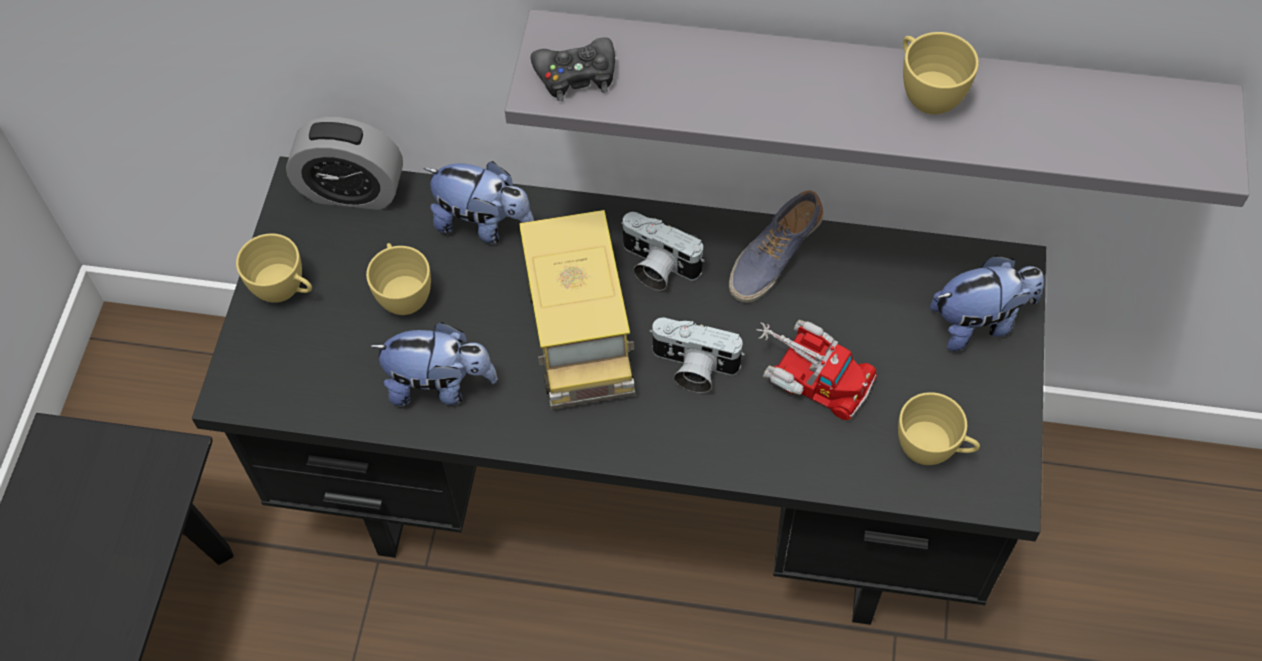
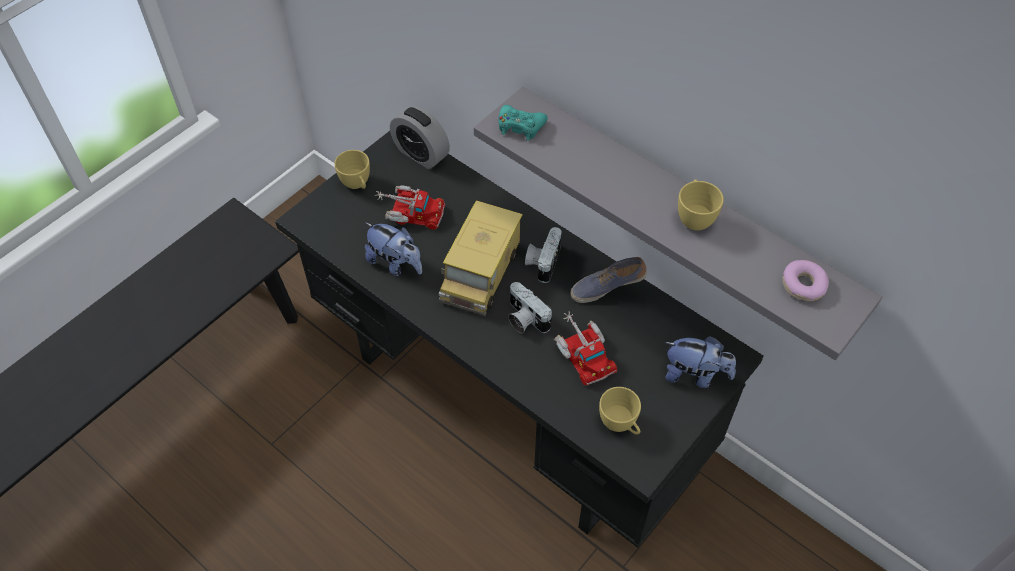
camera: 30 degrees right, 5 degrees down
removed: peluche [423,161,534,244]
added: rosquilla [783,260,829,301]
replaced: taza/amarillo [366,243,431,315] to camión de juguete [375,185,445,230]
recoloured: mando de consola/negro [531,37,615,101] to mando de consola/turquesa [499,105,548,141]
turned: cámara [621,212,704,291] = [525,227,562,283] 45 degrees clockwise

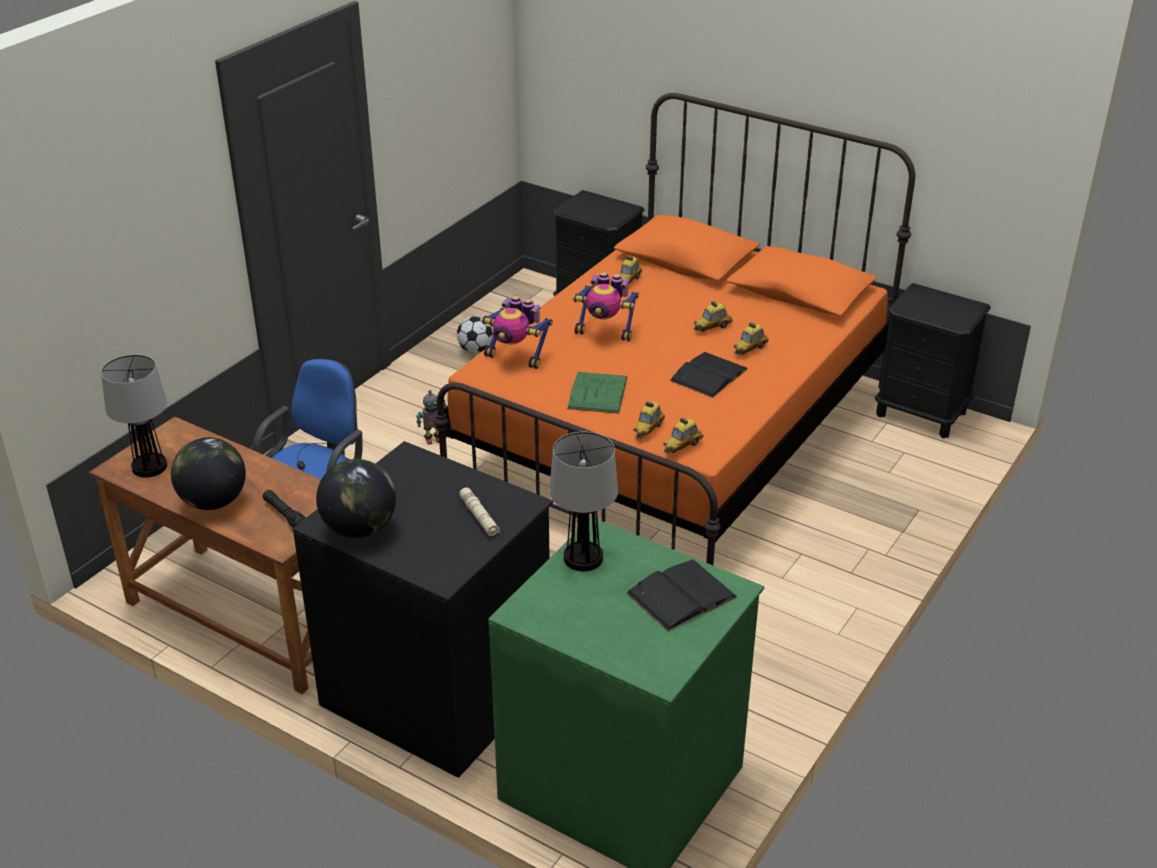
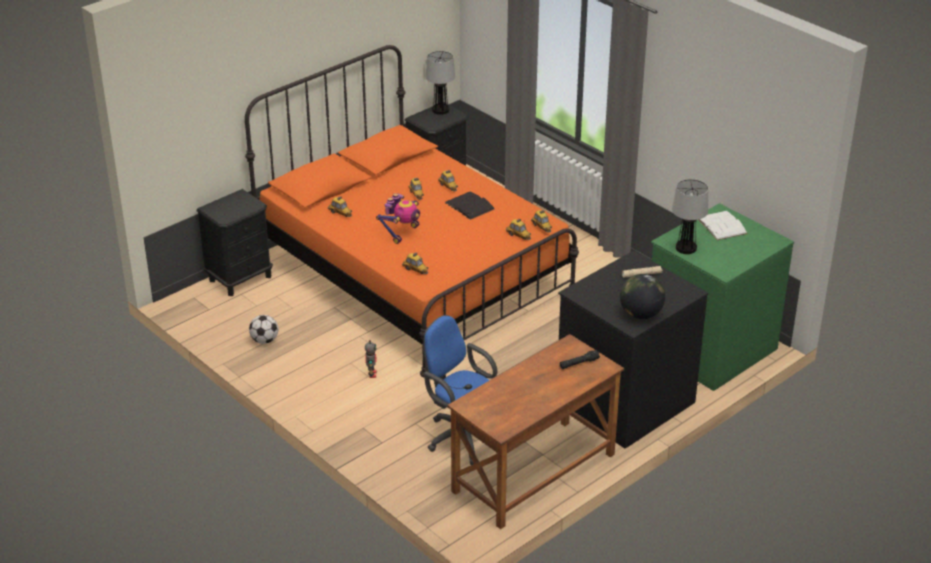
camera: 75 degrees left, 0 degrees up
removed: globo terráqueo [171,437,246,510]; libro/verde [567,372,628,414]
moved: lámpara de mesa [101,355,167,478] to [426,51,455,115]
replaced: robot de juguete [482,296,553,369] to coche de juguete [402,253,428,274]
recoloured: libro/negro [626,560,737,631] to libro/blanco [698,211,748,240]

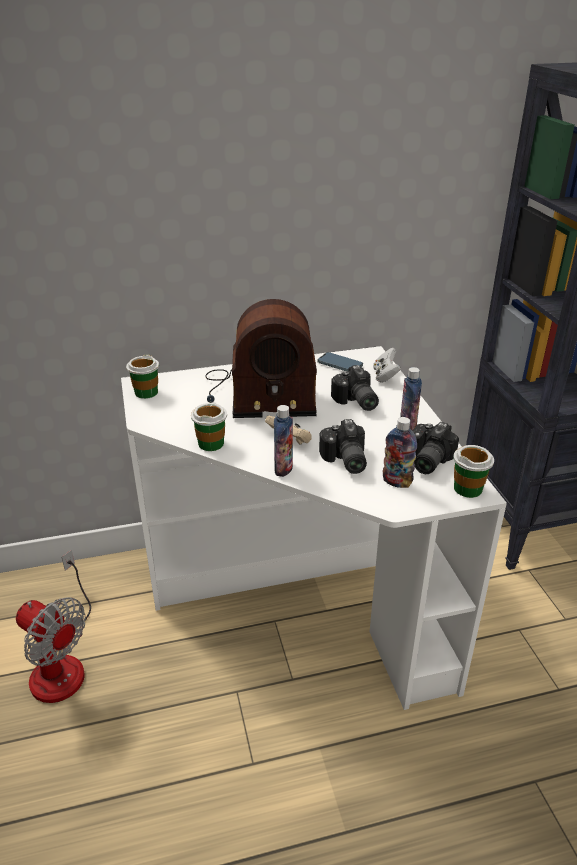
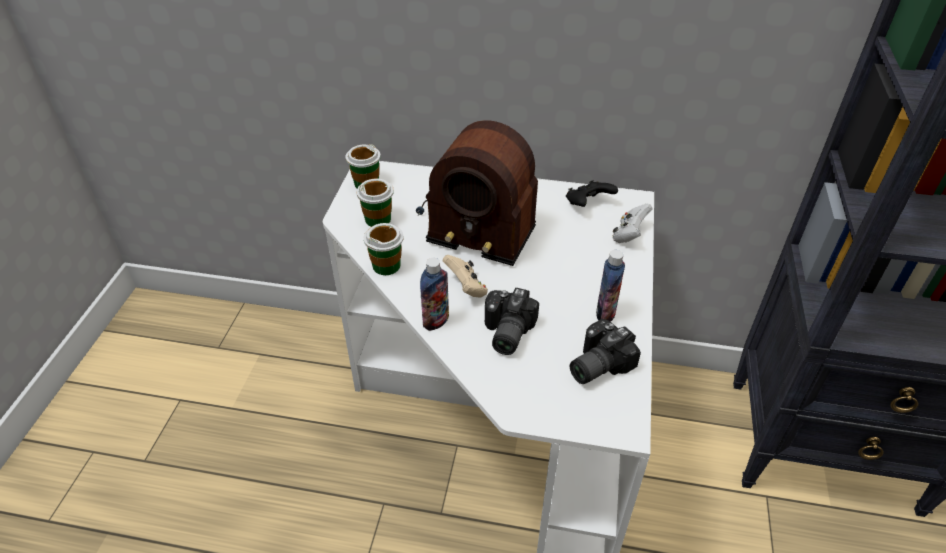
camera: 25 degrees right, 10 degrees up
removed: ventilador [16,550,91,703]; cámara [331,365,379,411]; botella [383,417,417,488]
moved: taza [453,445,494,498] to [356,179,394,227]
replaced: móvil [317,352,363,371] to mando de consola/negro [566,180,618,207]

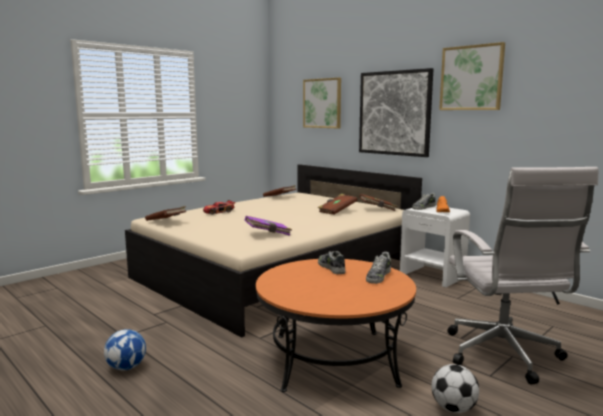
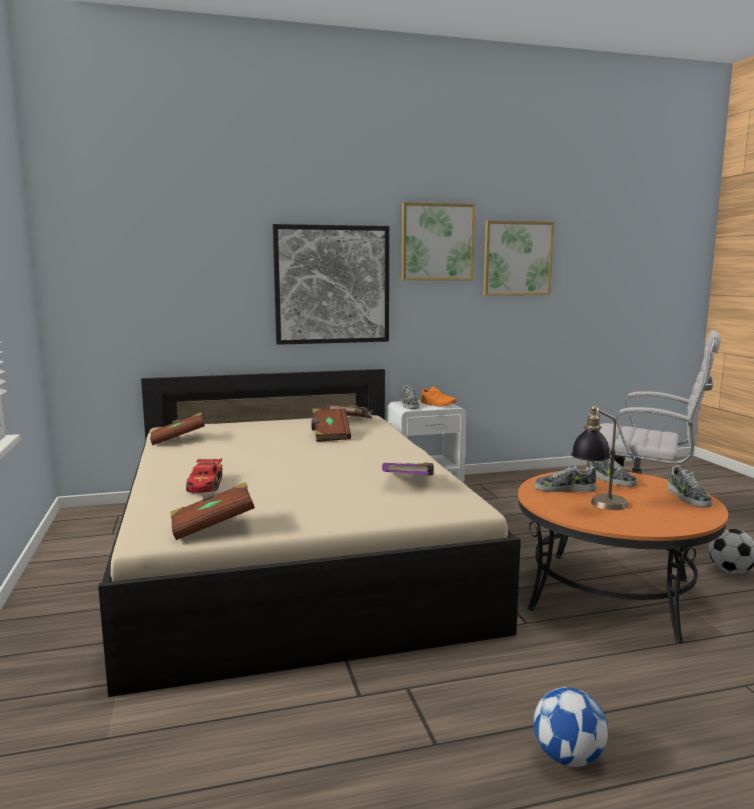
camera: 60 degrees left, 0 degrees up
added: lámpara de mesa [571,406,628,510]; zapato [667,465,713,507]
moved: cuadro [303,78,341,128] to [483,220,554,296]

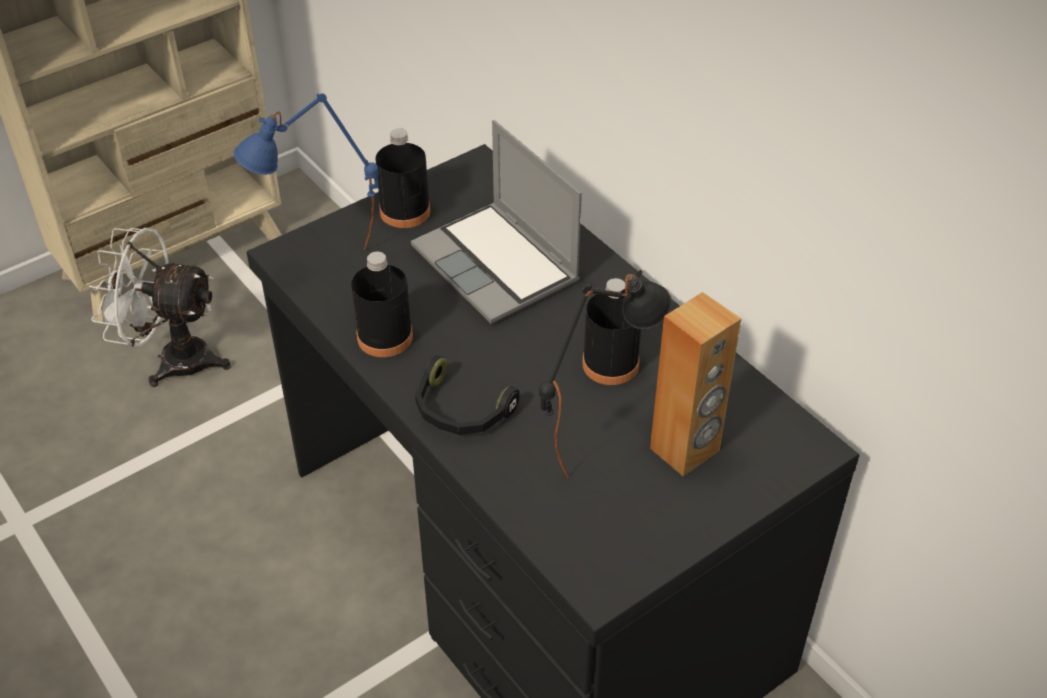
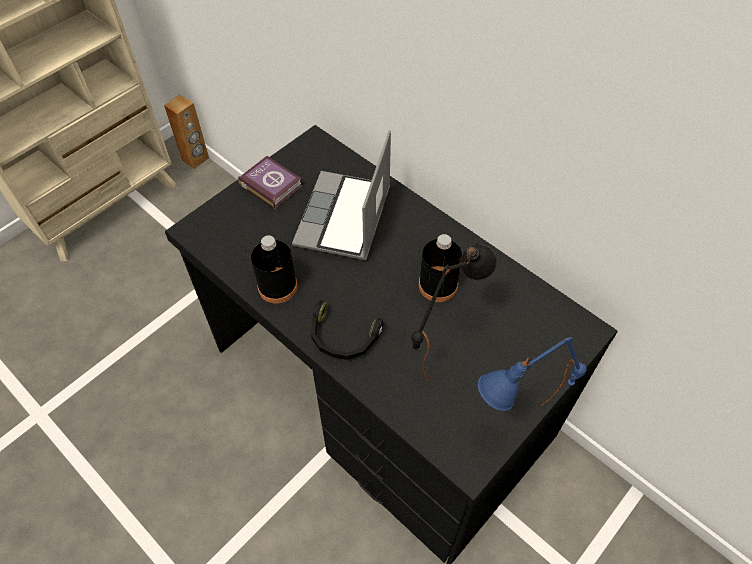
camera: 10 degrees left, 10 degrees up
removed: ventilador/blanco [89,228,231,387]
moved: lámpara de mesa/azul [233,93,379,250] to [478,337,587,411]; altavoz/marrón [650,292,741,476] to [164,95,209,169]
replaced: botella/negro [375,128,430,228] to libro [238,156,303,209]
turned: portátil [411,120,582,324] = [292,130,391,260] 60 degrees clockwise

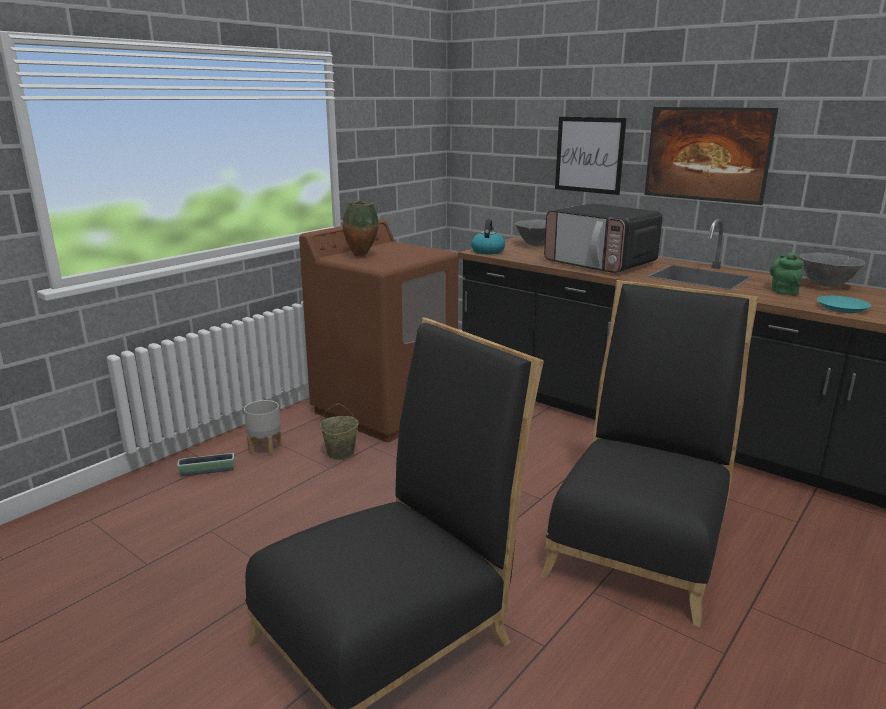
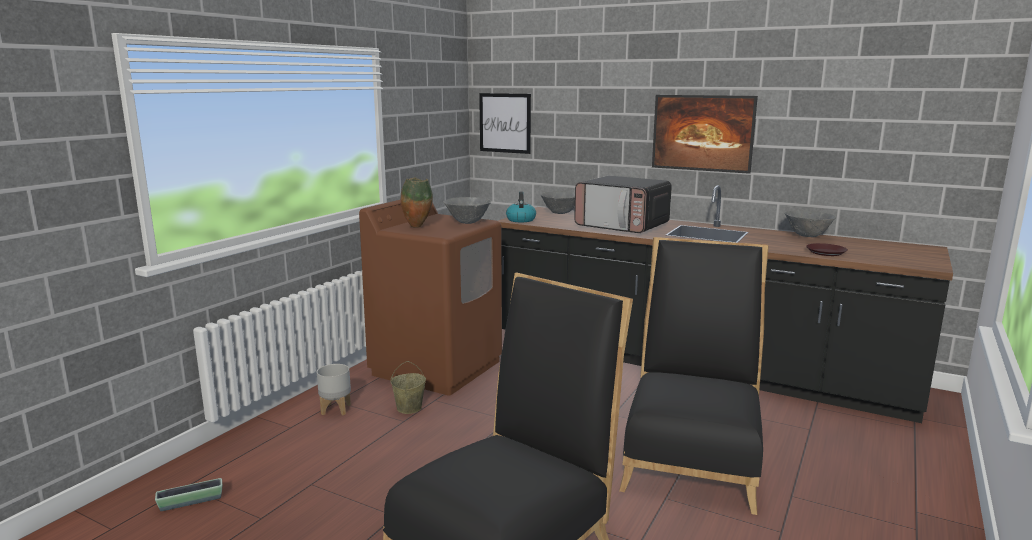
camera: 10 degrees left, 5 degrees down
removed: tetera/verde [770,252,804,295]
added: cuenco/gris [444,197,491,224]
moved: maceta [177,453,234,476] to [155,478,222,511]; cuadro [555,117,627,195] to [479,93,531,154]
recoloured: plato/turquesa [817,296,871,313] to plato/marrón [806,243,848,256]

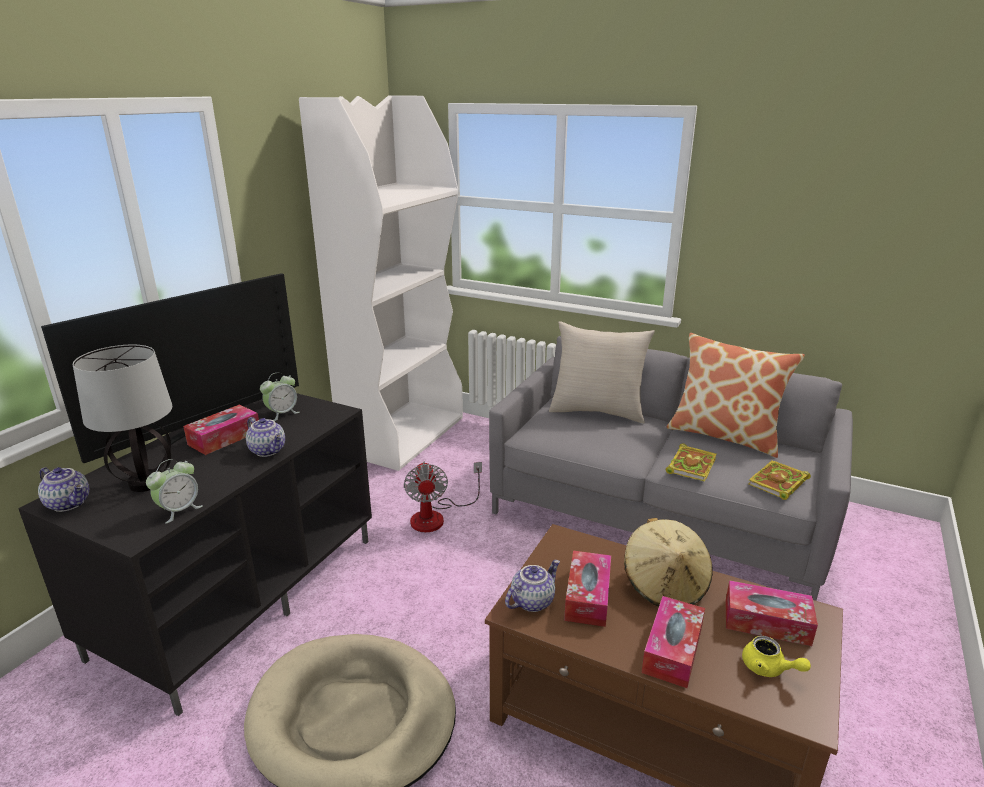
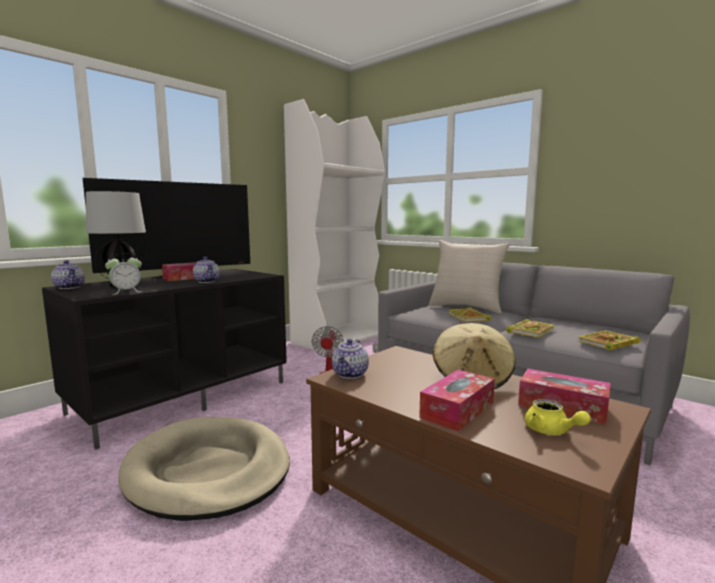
camera: 15 degrees right, 15 degrees down
removed: despertador [260,372,300,421]; caja de pañuelos [564,551,611,627]; cojín [667,333,805,458]
added: libro [448,307,491,322]
turned: tetera [505,560,560,612] = [332,339,369,379] 135 degrees clockwise

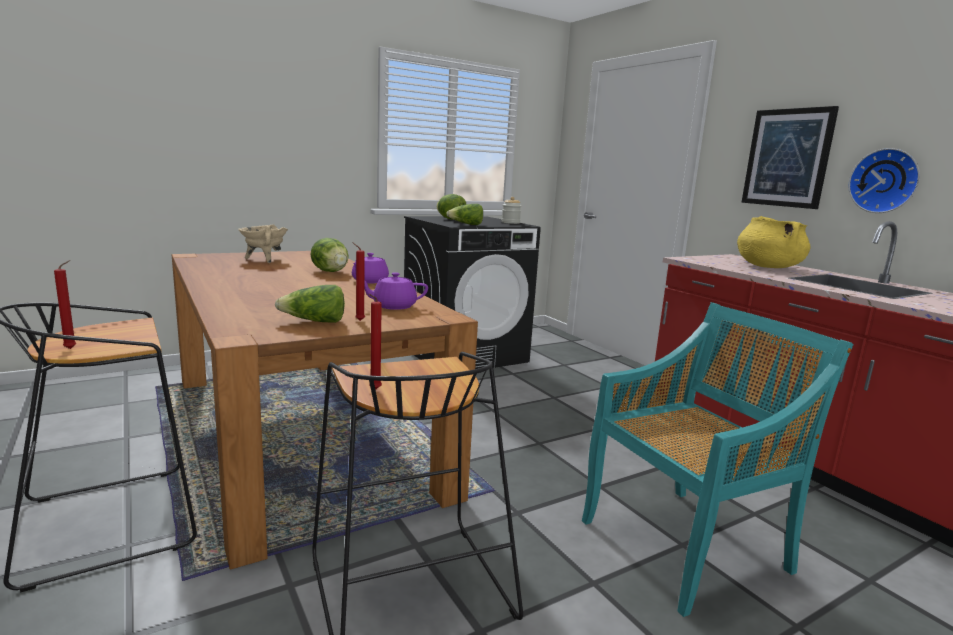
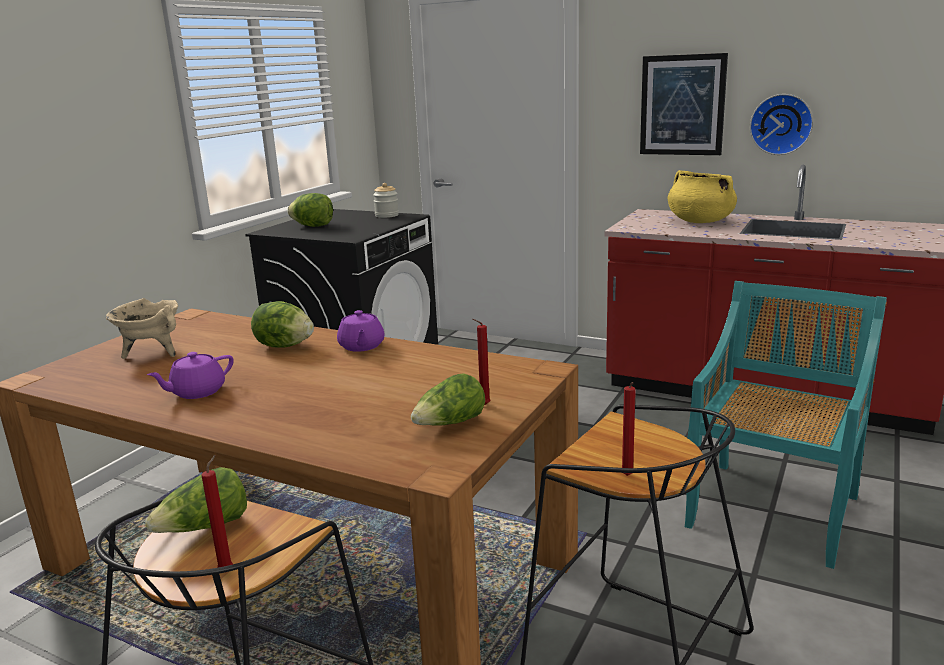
camera: 30 degrees left, 5 degrees up
moved: tetera/morado [364,272,428,310] to [147,352,234,399]; lechuga [446,204,483,225] to [145,467,247,533]

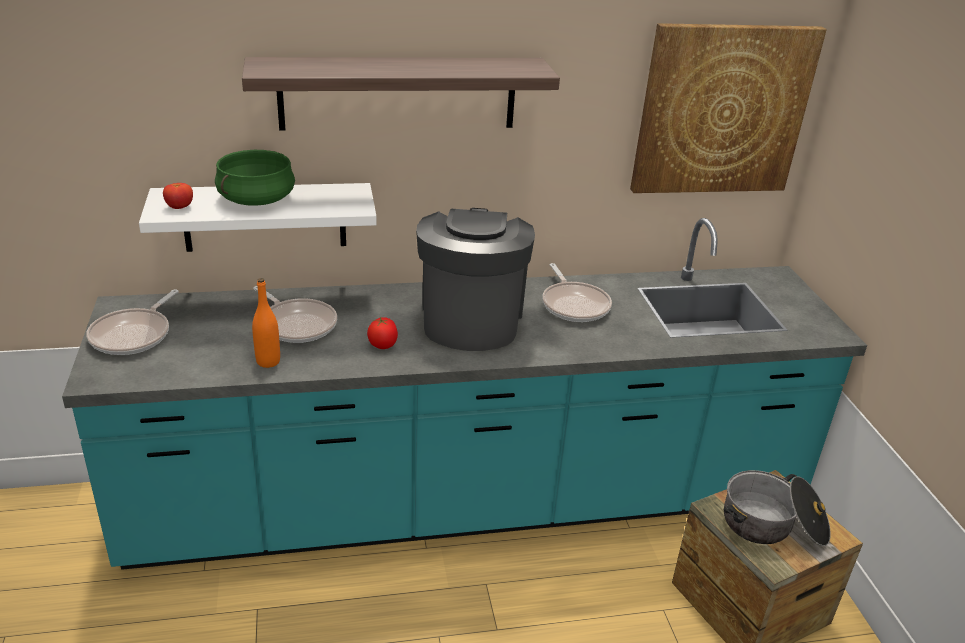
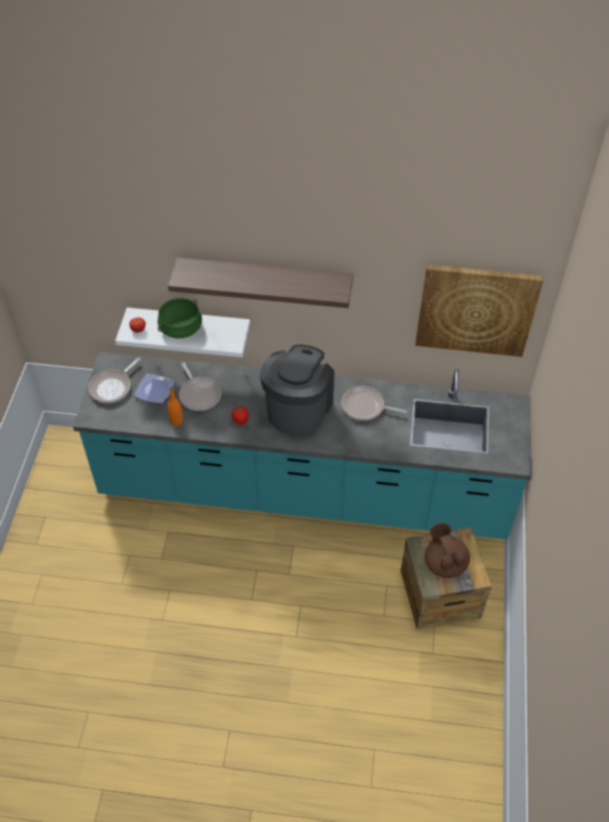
camera: 20 degrees right, 20 degrees up
added: plato [134,373,175,404]
replaced: olla [724,470,831,546] to tetera/marrón [425,523,470,578]
turned: sartén [542,263,612,322] = [341,386,407,421] 105 degrees clockwise

